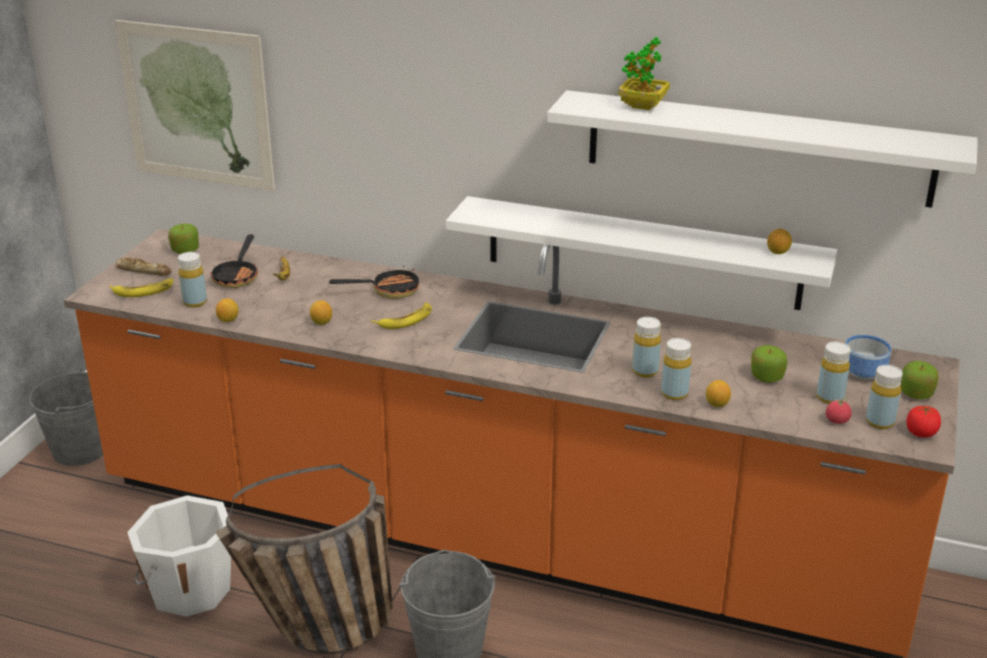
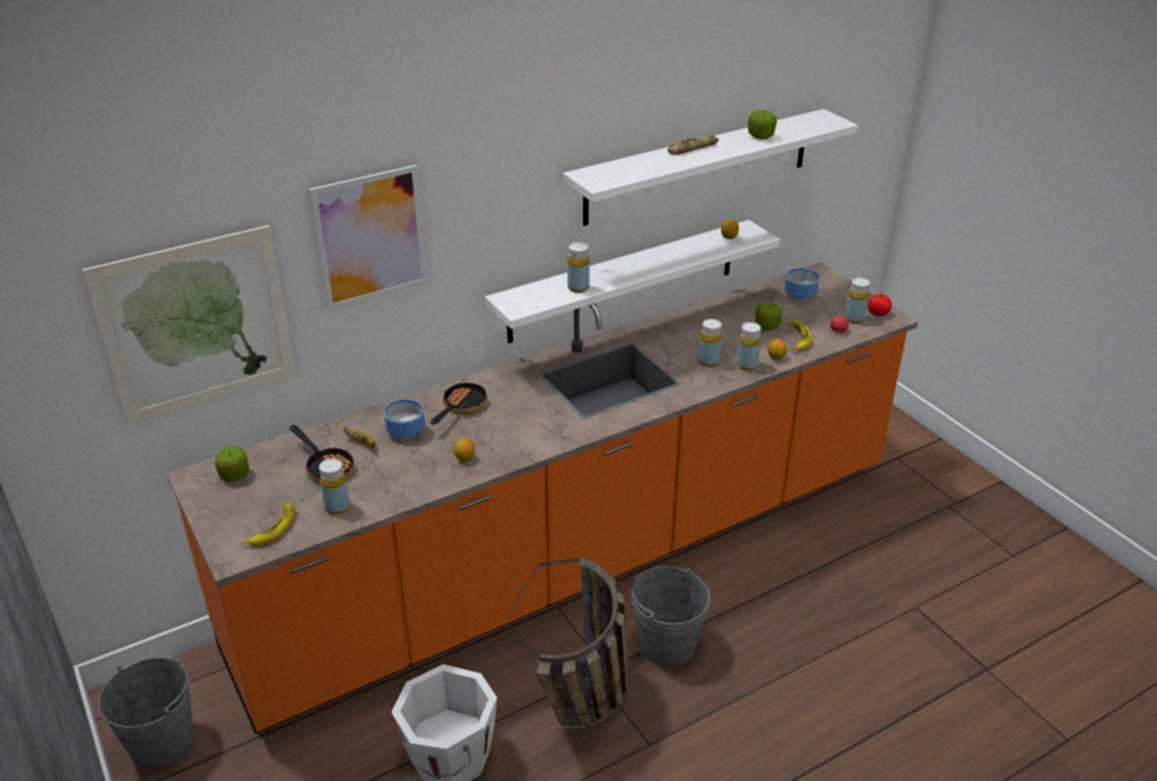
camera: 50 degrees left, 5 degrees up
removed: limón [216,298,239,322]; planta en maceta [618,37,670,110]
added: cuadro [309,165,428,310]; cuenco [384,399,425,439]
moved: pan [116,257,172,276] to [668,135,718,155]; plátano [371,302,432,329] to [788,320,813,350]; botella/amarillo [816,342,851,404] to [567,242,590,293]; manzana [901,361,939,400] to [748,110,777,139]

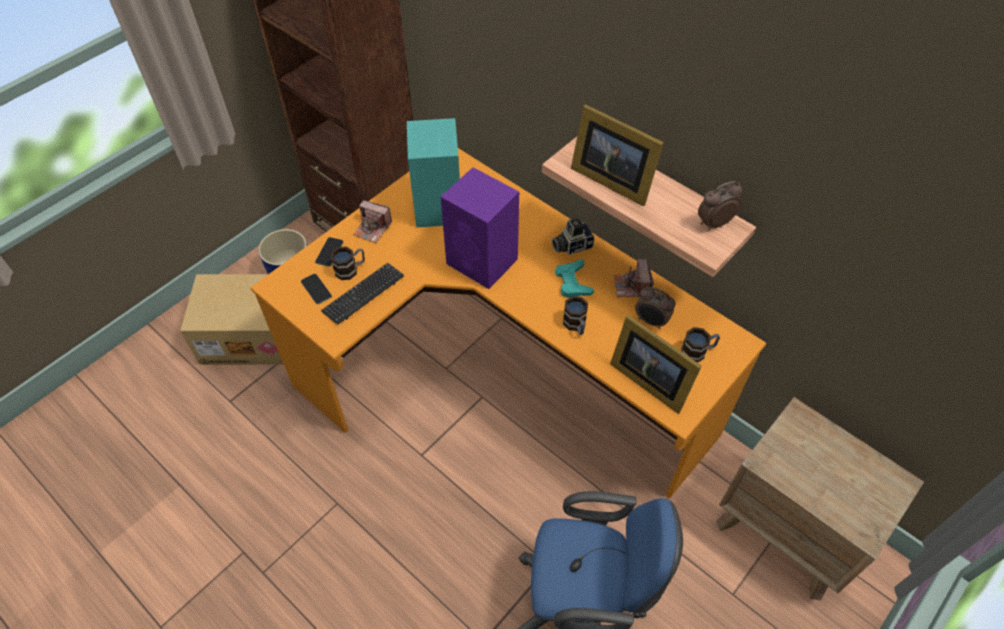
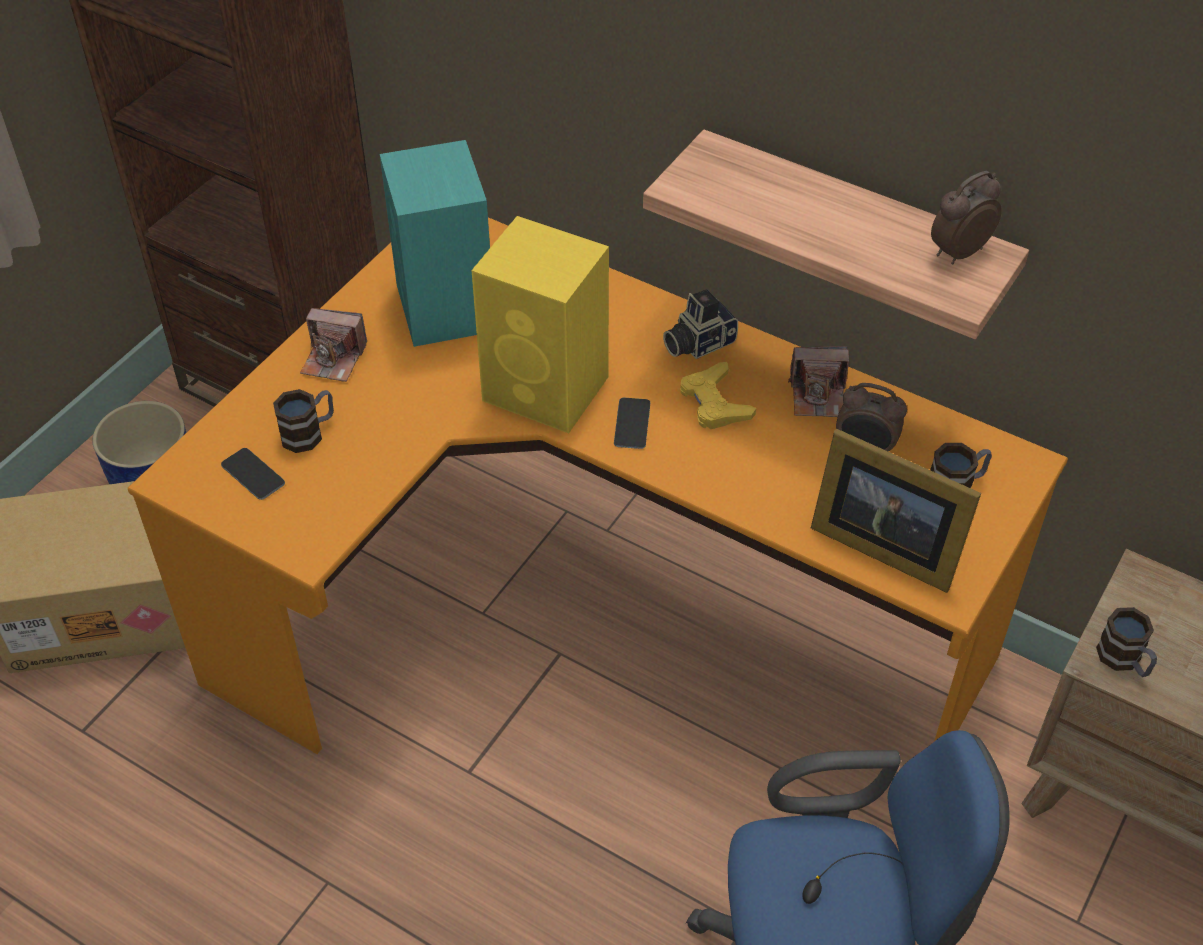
camera: 10 degrees left, 5 degrees down
removed: teclado [321,263,404,325]; portarretratos [571,104,664,206]
moved: móvil [315,237,343,267] to [614,398,650,449]; taza grande [563,296,588,335] to [1096,607,1157,677]
recoloured: altavoz/morado [441,167,519,289] to altavoz/amarillo [471,216,609,434]; mando de consola/turquesa [555,260,594,298] to mando de consola/amarillo [680,362,756,429]
turned: cámara [614,259,654,297] = [788,346,849,417] 75 degrees counterclockwise

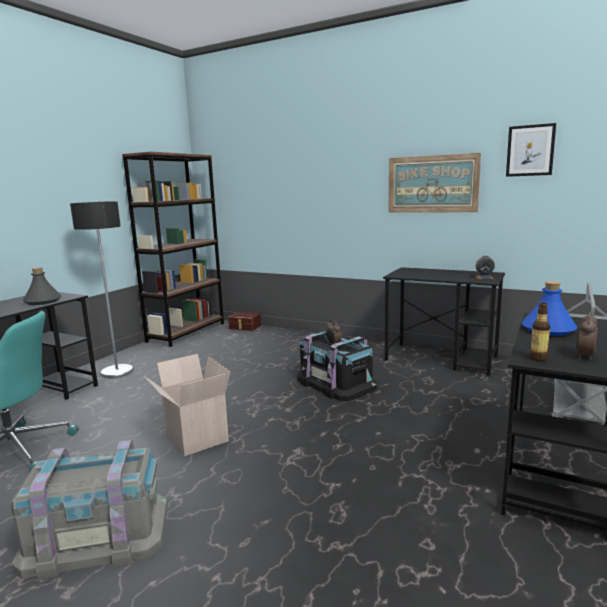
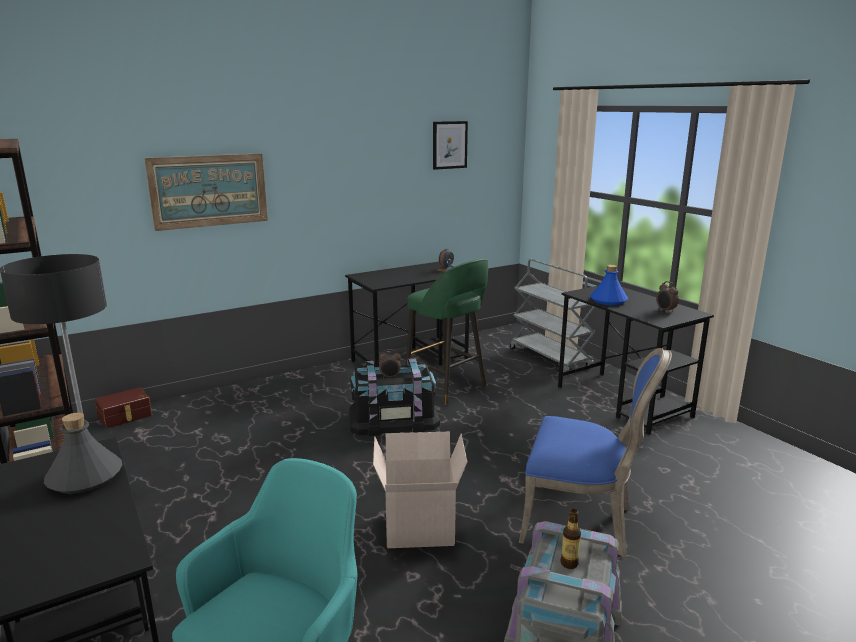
camera: 60 degrees left, 5 degrees up
added: taburete/verde [406,259,488,405]; silla/azul [519,348,672,557]
moved: cuadro [389,153,481,213] to [144,153,268,231]; botella [530,303,550,362] to [560,509,581,569]

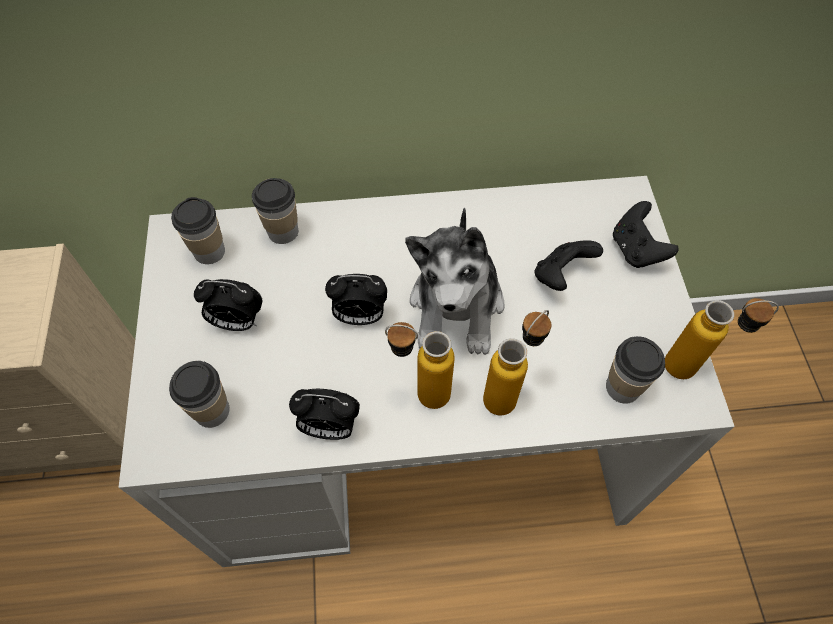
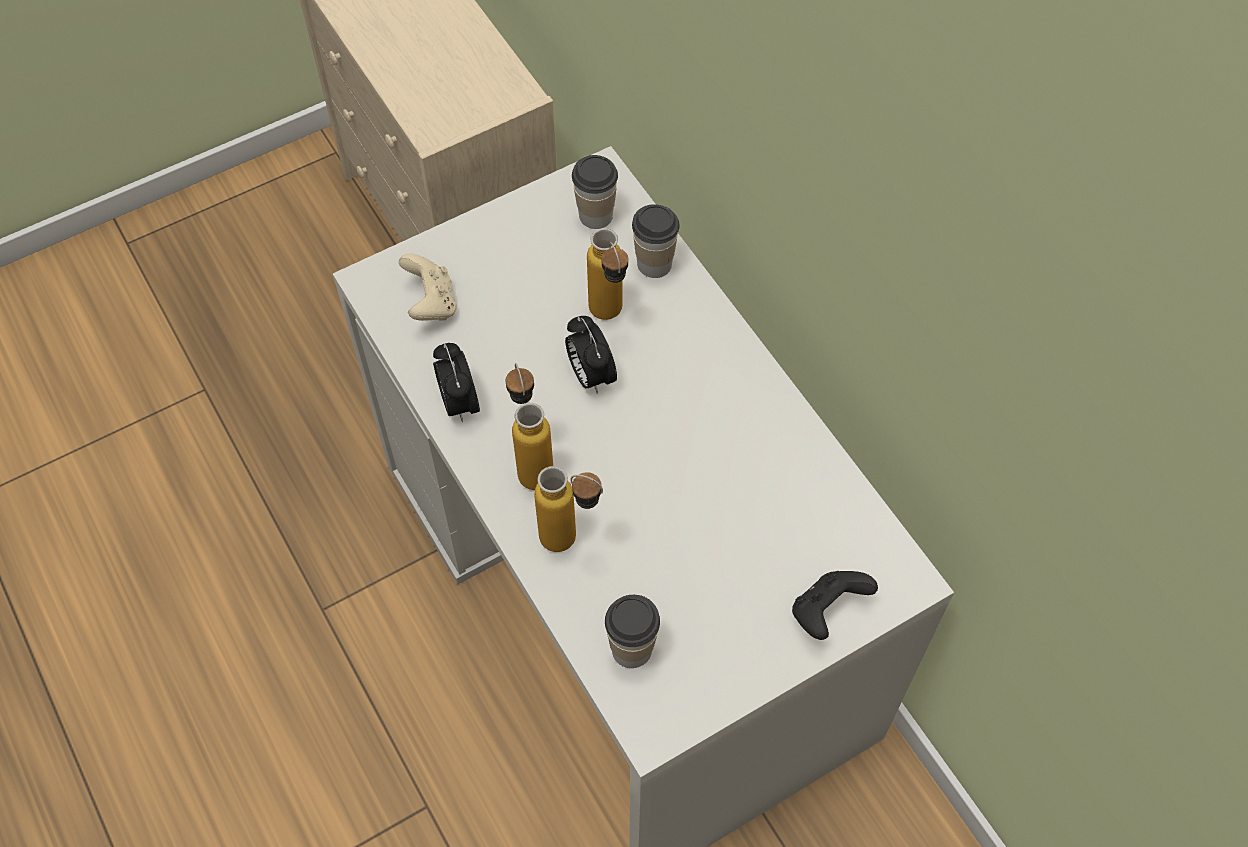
camera: 65 degrees right, 0 degrees up
removed: despertador [194,279,263,331]; peluche [405,207,505,355]; mando de consola/negro [535,240,603,291]
moved: botella [665,298,779,379] to [587,228,628,320]
replaced: taza [169,361,230,428] to mando de consola/beis [399,253,457,321]

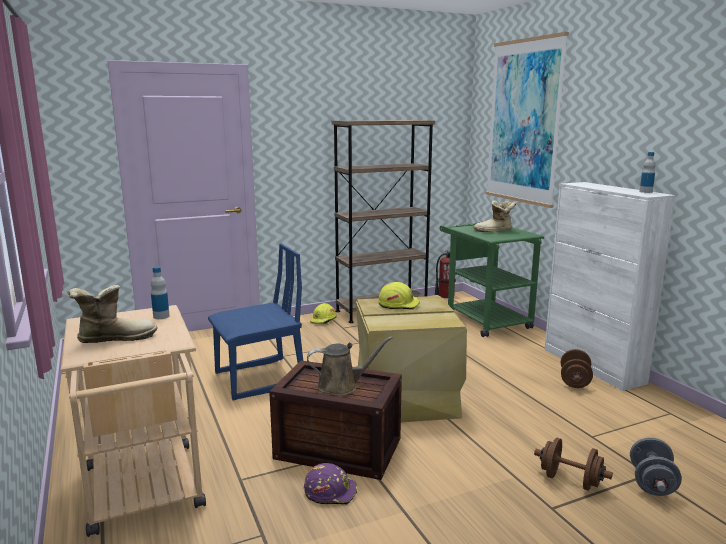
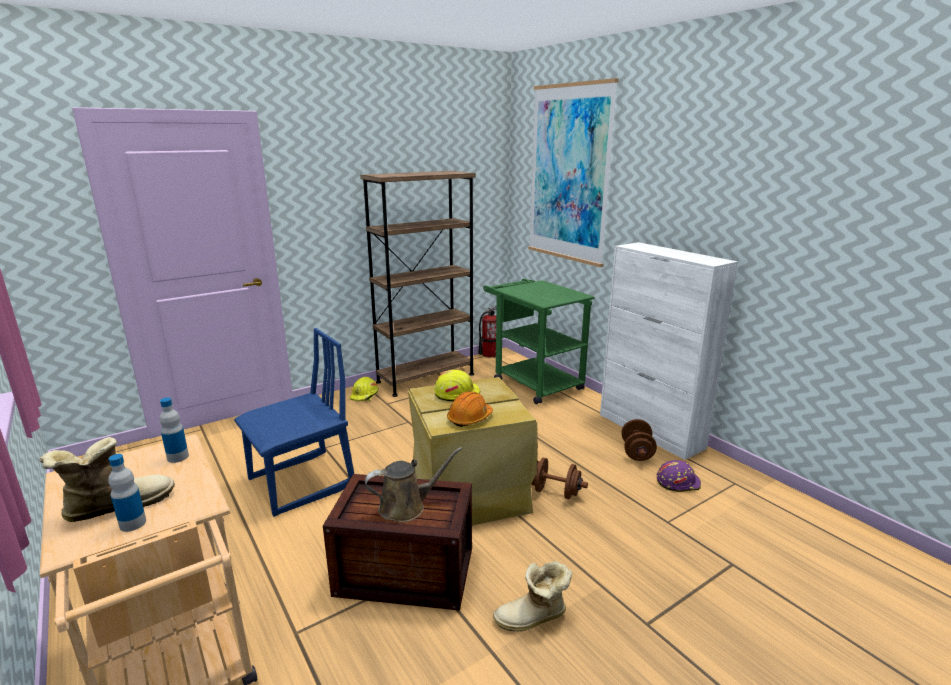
camera: 10 degrees left, 5 degrees up
removed: mancuerna/gris [630,437,682,496]
added: casco/naranja [447,391,493,427]
moved: casco/morado [304,463,357,505] to [657,460,701,492]; bota [473,200,516,232] to [493,561,572,632]; mancuerna/marrón [534,438,613,491] to [531,458,588,499]; botella [640,152,656,193] to [108,454,146,532]

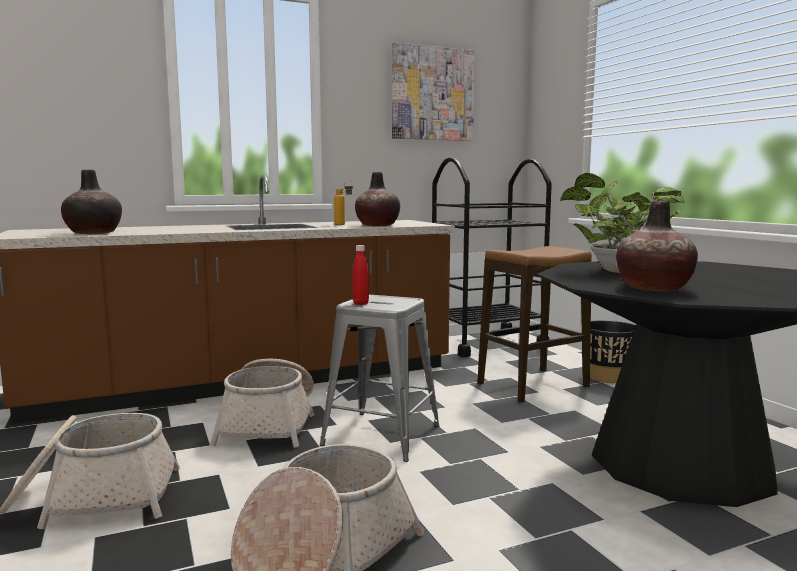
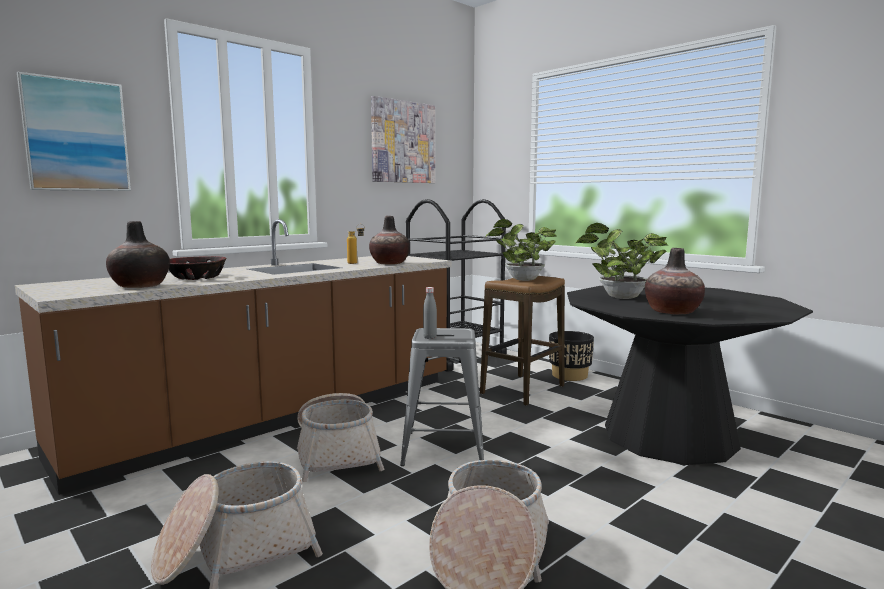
camera: 20 degrees left, 0 degrees up
added: cuadro [17,72,131,191]; cuenco [169,256,227,280]; planta en maceta [485,219,557,281]
recoloured: botella/rojo [353,245,369,305] to botella/gris [423,287,437,339]

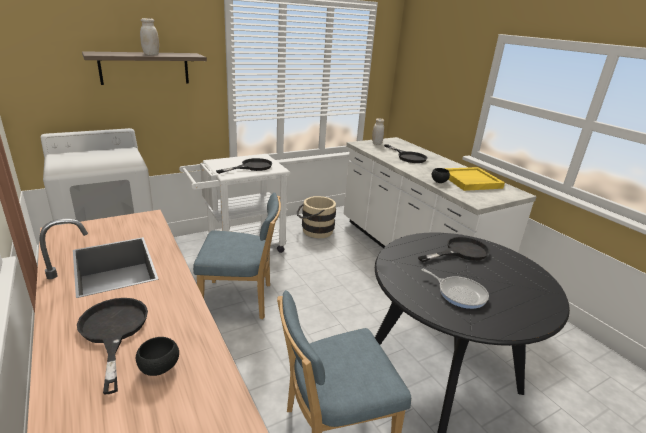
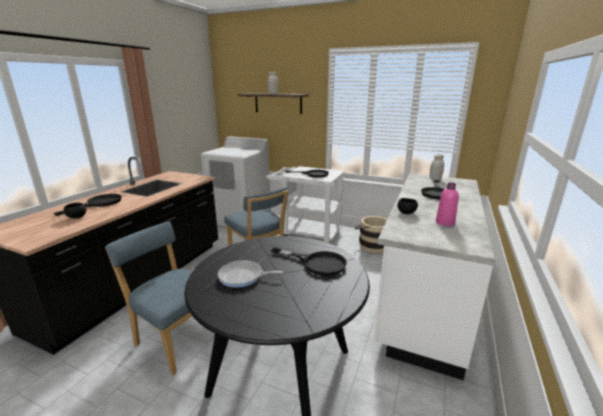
camera: 55 degrees right, 5 degrees down
replaced: bandeja/amarillo [444,167,505,191] to botella/rosa [436,182,459,226]
turned: sartén [421,269,489,309] = [218,260,283,288] 90 degrees clockwise

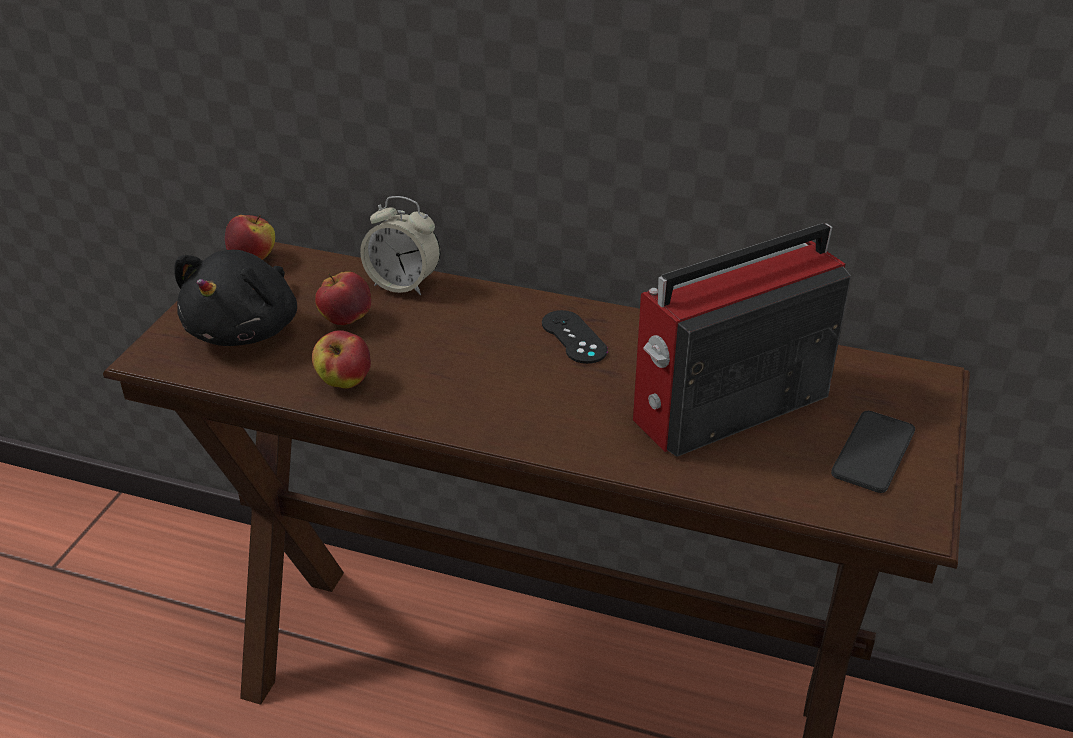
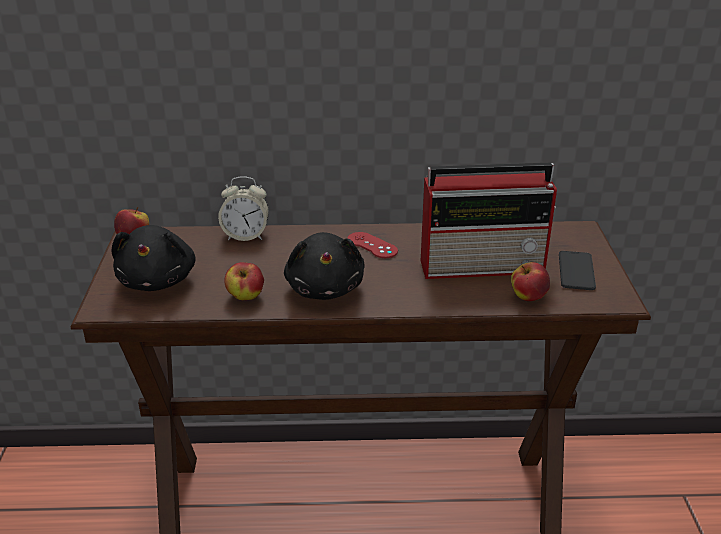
camera: 20 degrees left, 5 degrees down
added: peluche/negro [284,232,365,300]
moved: manzana [315,272,371,325] to [511,262,550,301]
recoloured: mando de consola/negro [542,310,608,364] to mando de consola/rojo [347,232,398,258]
turned: radio [633,223,851,457] = [421,163,557,279] 135 degrees counterclockwise

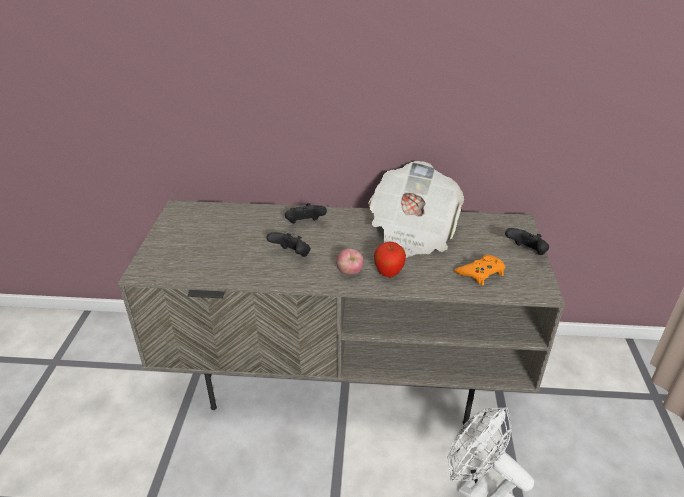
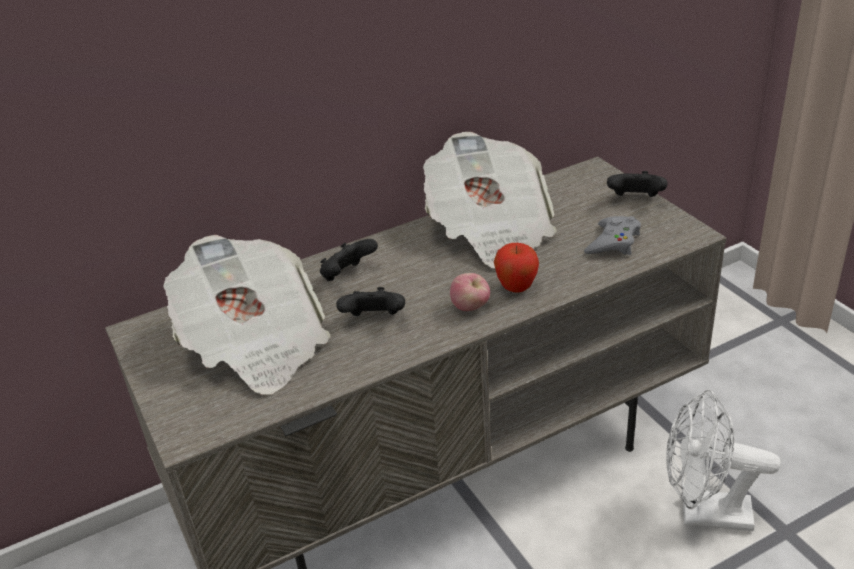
camera: 30 degrees left, 0 degrees up
added: periódico [163,235,331,395]
recoloured: mando de consola/naranja [454,255,505,286] to mando de consola/gris [584,216,641,255]

